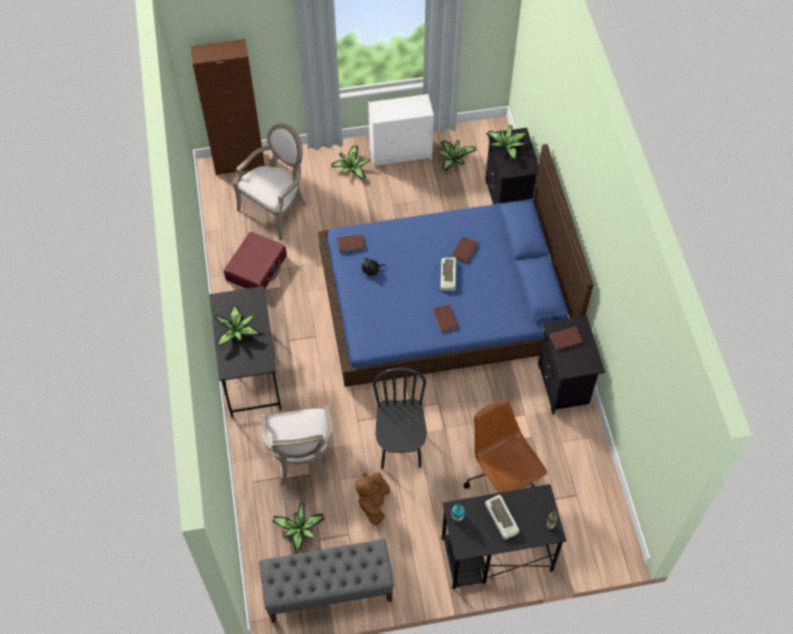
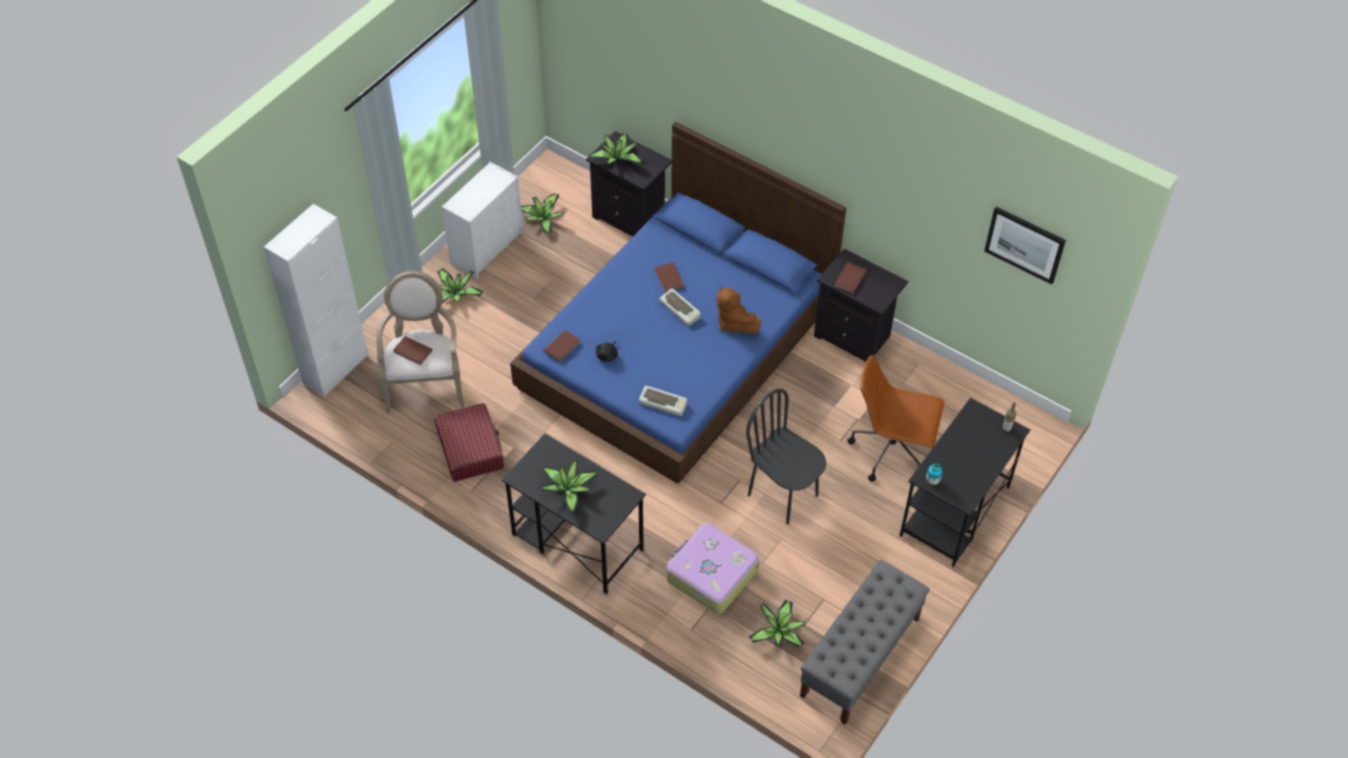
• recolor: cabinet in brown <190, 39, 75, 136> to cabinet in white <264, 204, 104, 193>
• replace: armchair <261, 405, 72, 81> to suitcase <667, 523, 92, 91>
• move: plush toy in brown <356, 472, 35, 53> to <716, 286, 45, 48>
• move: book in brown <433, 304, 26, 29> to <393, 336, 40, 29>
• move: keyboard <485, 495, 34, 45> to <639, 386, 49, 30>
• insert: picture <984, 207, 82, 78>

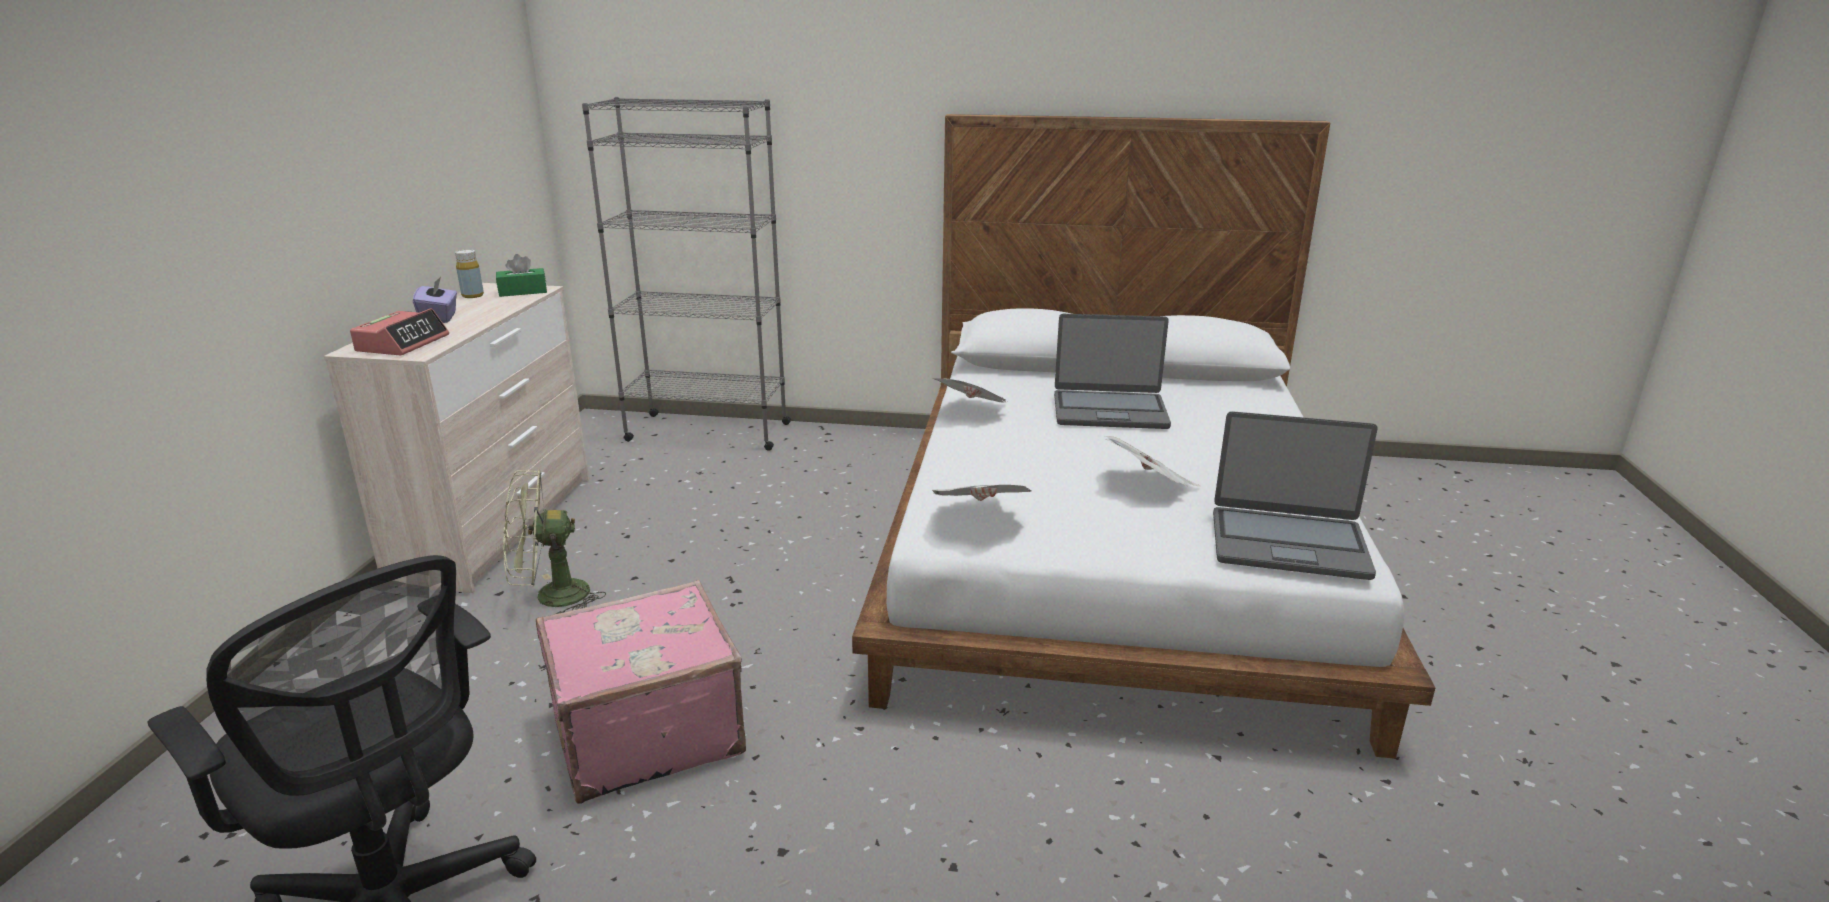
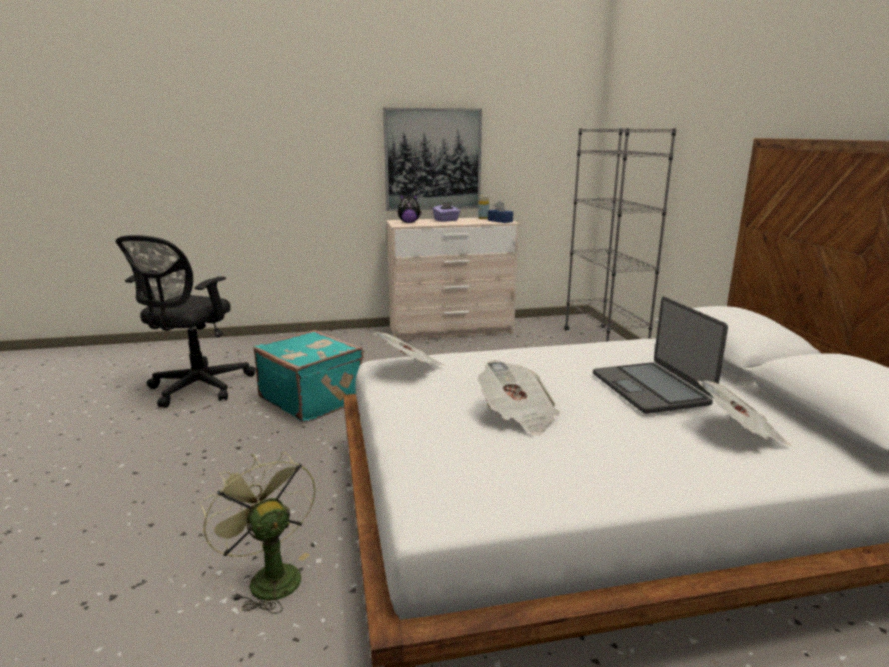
• replace: alarm clock <350, 308, 99, 47> to plush toy <398, 194, 24, 29>
• recolor: tissue box in green <496, 254, 51, 43> to tissue box in blue <488, 201, 25, 22>
• move: fan in green <503, 470, 103, 144> to <200, 451, 116, 163>
• recolor: suitcase in pink <536, 580, 210, 224> to suitcase in turquoise <253, 330, 111, 92>
• move: newspaper <935, 378, 72, 24> to <697, 380, 94, 65>
• delete: laptop <1213, 411, 165, 169>
• insert: picture <383, 108, 99, 103>

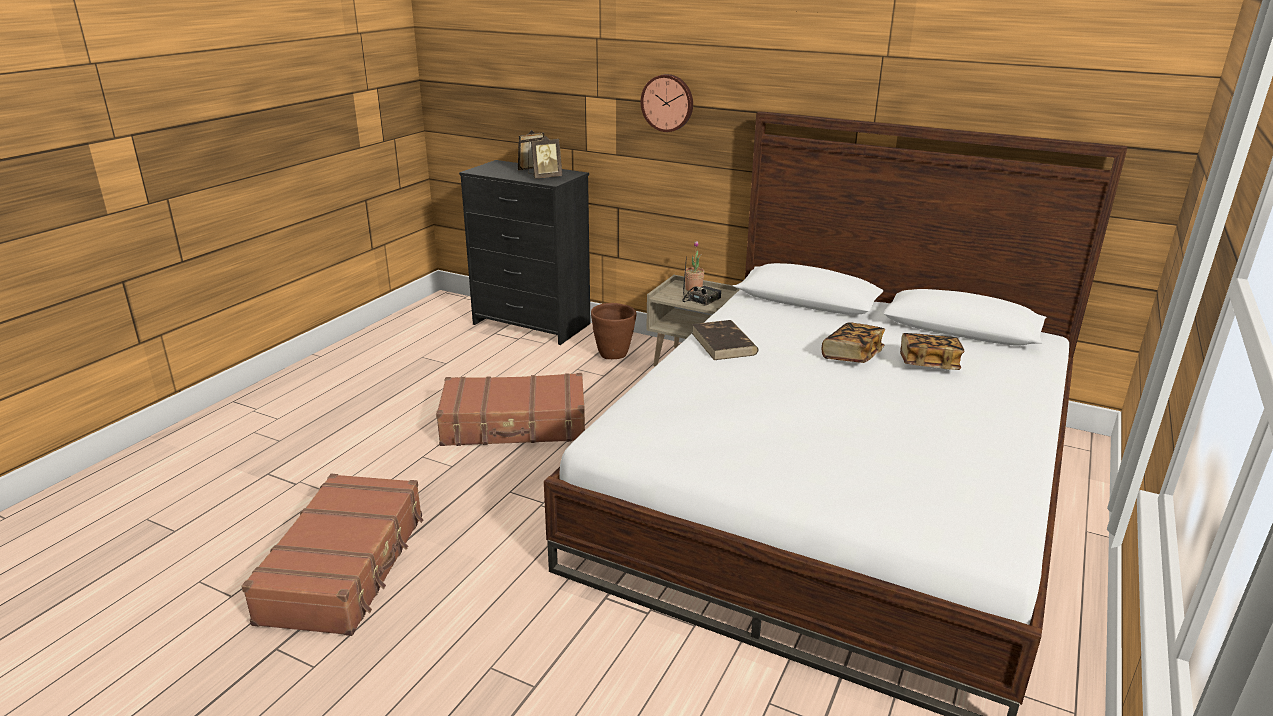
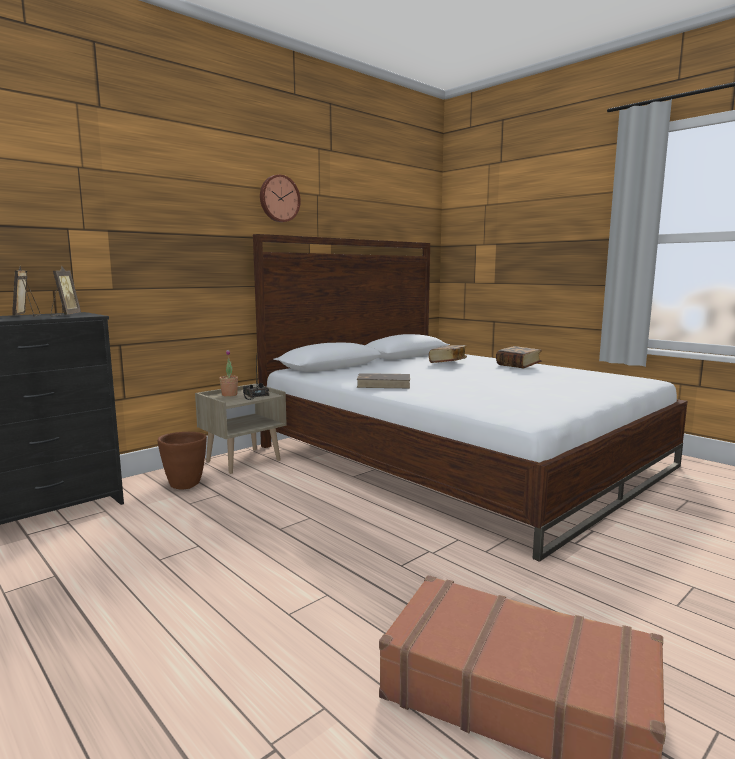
• delete: suitcase in brown <436, 373, 149, 73>
• move: wall clock <641, 74, 52, 58> to <260, 175, 41, 47>
• move: book <822, 322, 63, 41> to <496, 346, 46, 22>

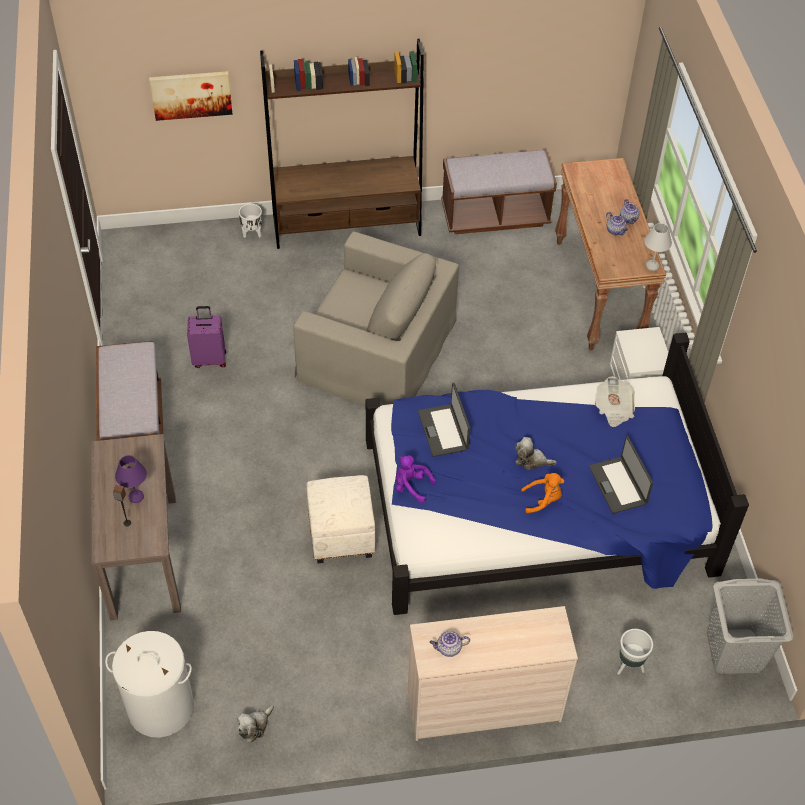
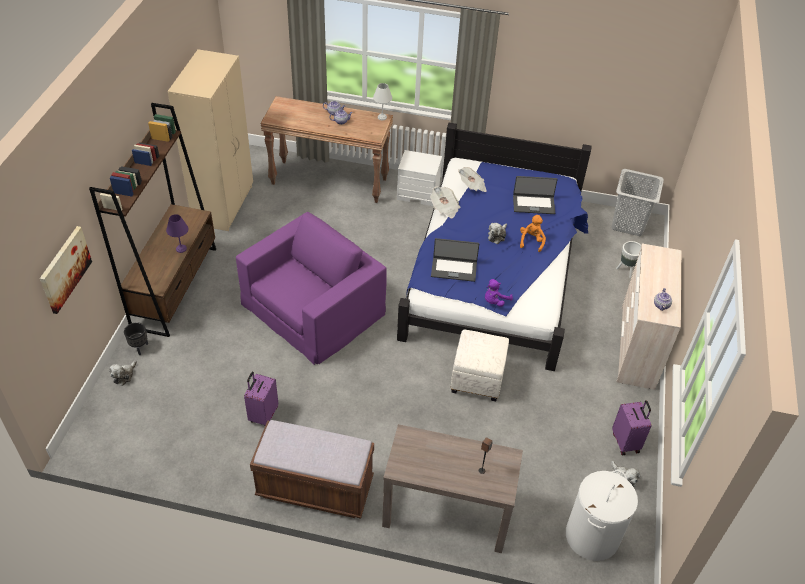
• move: table lamp in purple <115, 455, 32, 48> to <166, 214, 22, 39>
• recolor: planter in white <239, 204, 23, 34> to planter in black <124, 322, 24, 33>
• recolor: armchair in beige <293, 231, 166, 175> to armchair in purple <236, 212, 151, 153>
• replace: bench in brown <441, 150, 116, 84> to wardrobe in beige <168, 49, 85, 182>
• insert: plush toy <109, 360, 28, 26>
• insert: newspaper <430, 186, 30, 32>
• insert: suitcase in purple <612, 400, 39, 55>

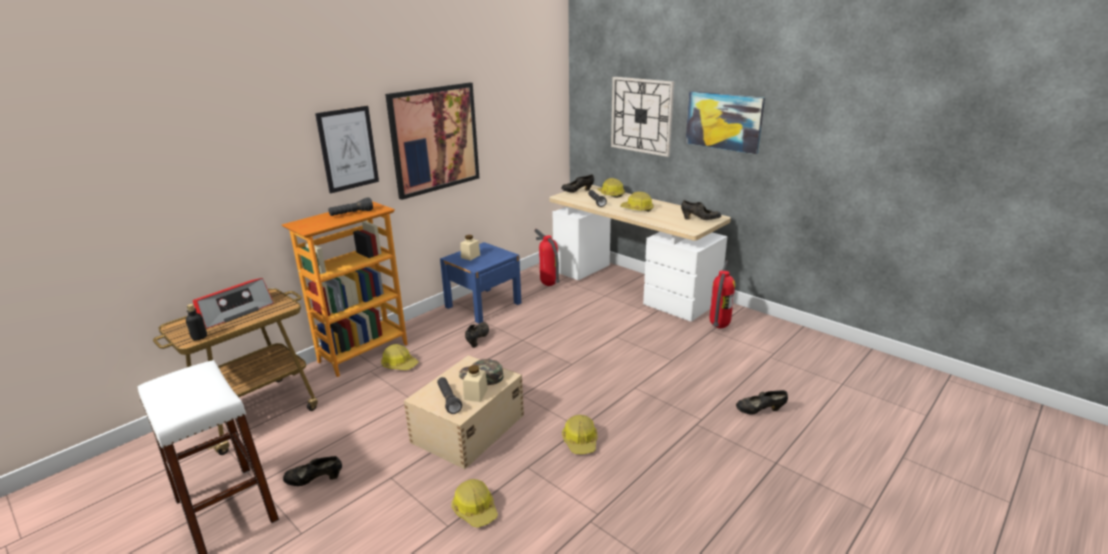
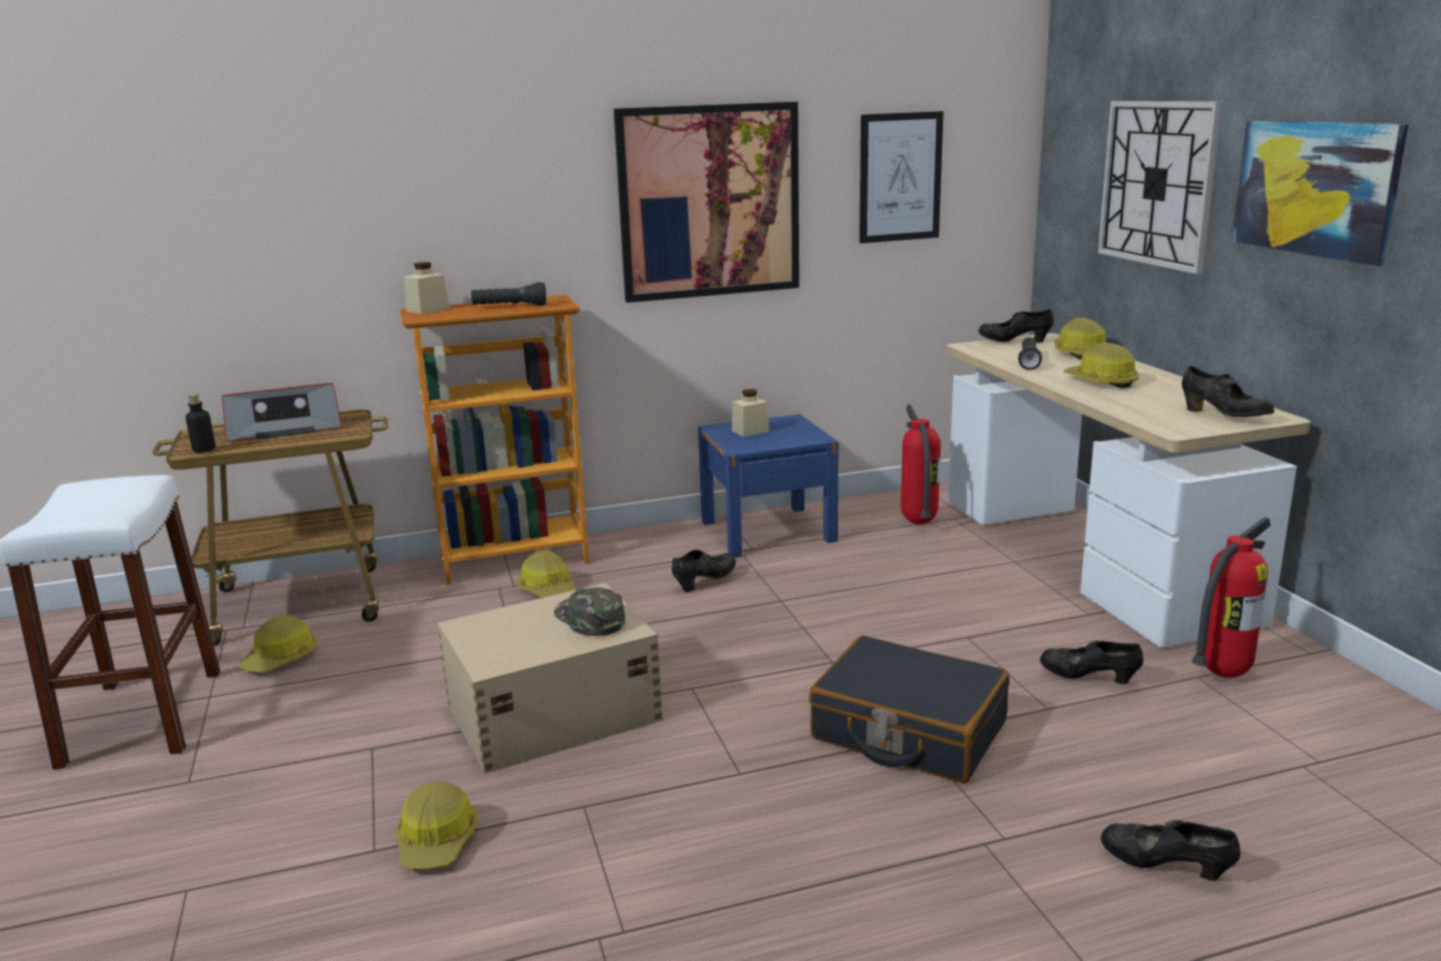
• move: shoe in black <283, 456, 59, 30> to <1040, 641, 103, 43>
• move: picture <315, 106, 64, 88> to <859, 111, 84, 132>
• delete: flashlight in black <437, 377, 25, 37>
• move: jar in beige <463, 365, 25, 37> to <404, 262, 46, 52>
• move: hard hat <562, 415, 36, 39> to <239, 615, 77, 58>
• insert: suitcase in black <809, 635, 201, 148>

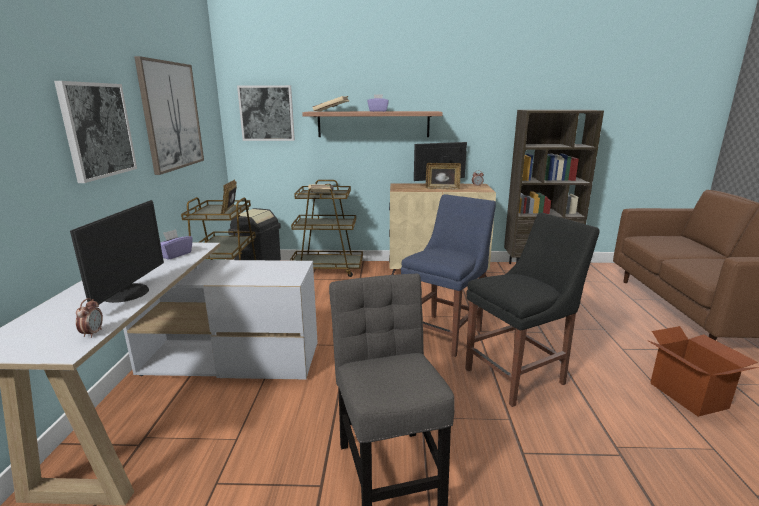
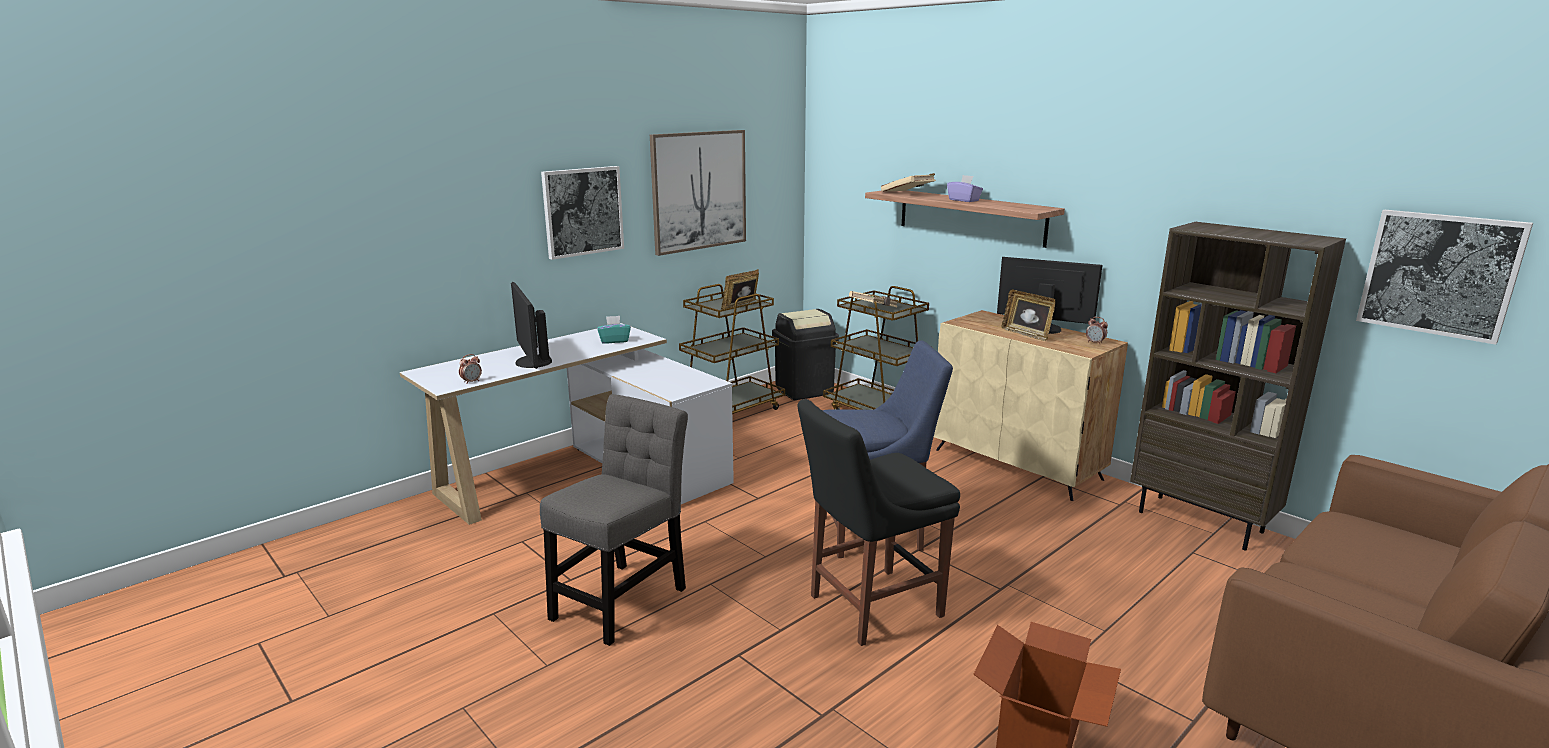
• rotate: monitor <70, 200, 94, 104> = <511, 282, 41, 87> 105 degrees clockwise
• recolor: tissue box in purple <160, 229, 33, 31> to tissue box in turquoise <597, 316, 34, 28>
• move: picture <237, 85, 58, 56> to <1356, 210, 177, 135>
• rotate: chair in black <465, 213, 135, 194> = <798, 399, 162, 247> 135 degrees clockwise

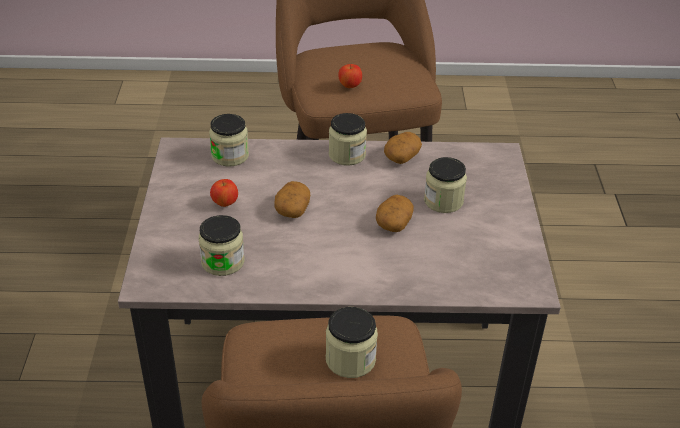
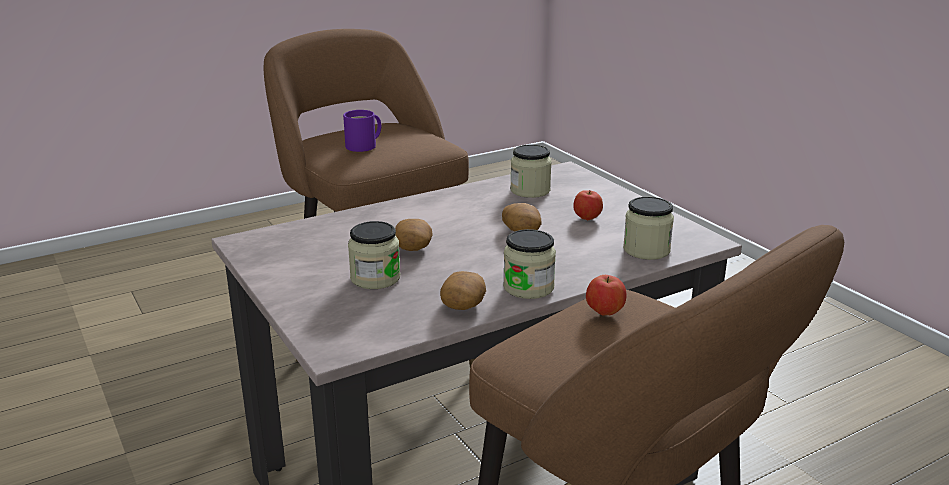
• replace: jar <326, 307, 52, 71> to mug in purple <343, 110, 38, 42>

